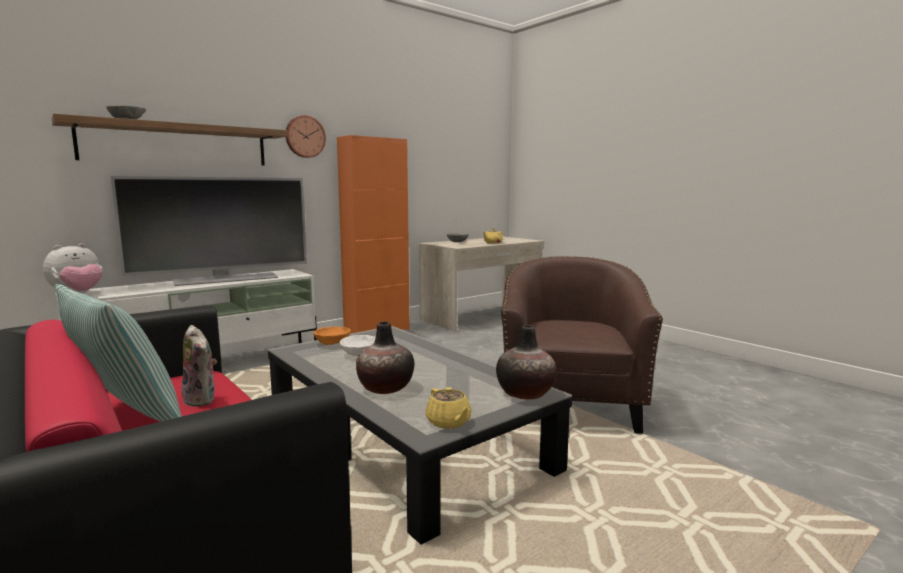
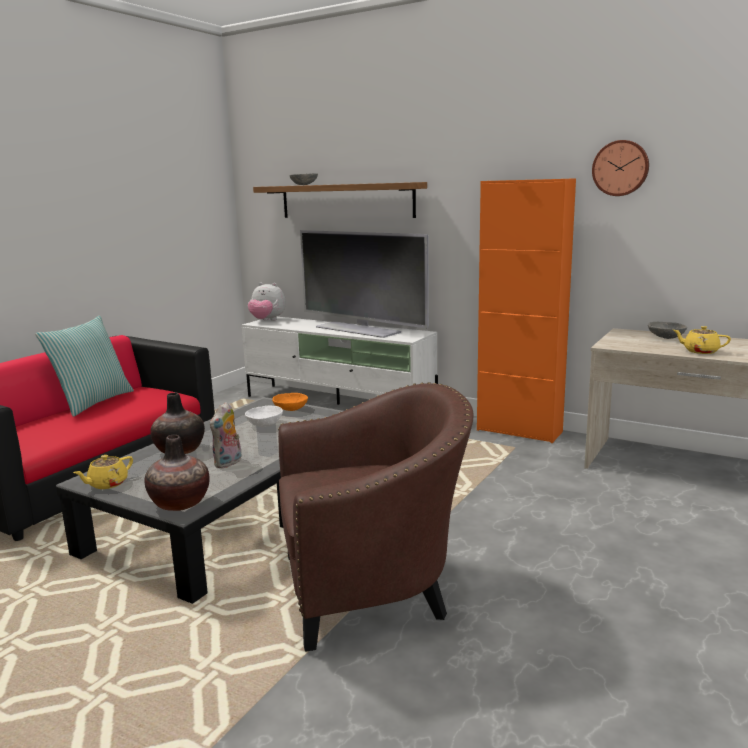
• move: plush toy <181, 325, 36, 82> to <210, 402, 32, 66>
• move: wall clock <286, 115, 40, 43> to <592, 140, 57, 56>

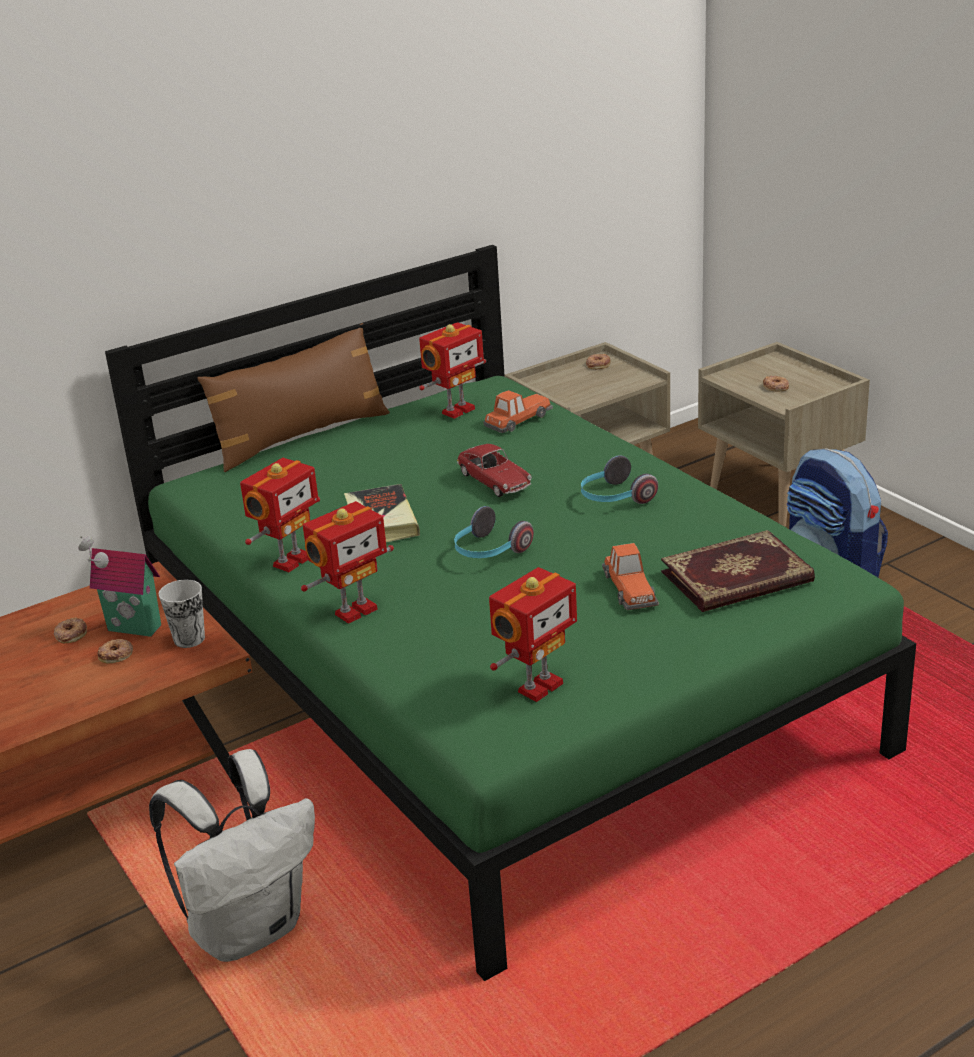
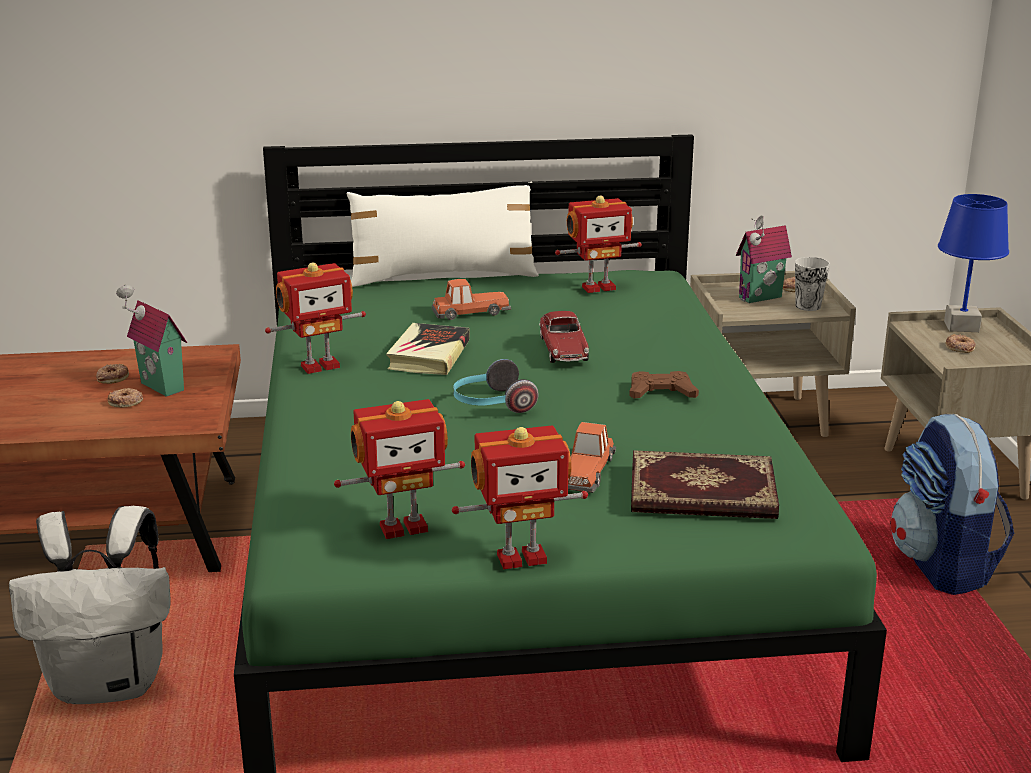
• move: cup <159, 580, 46, 68> to <795, 257, 35, 54>
• recolor: pillow in brown <198, 323, 192, 149> to pillow in white <346, 181, 193, 106>
• move: toy robot <301, 501, 93, 123> to <452, 425, 136, 144>
• move: toy car <483, 390, 70, 43> to <432, 279, 79, 41>
• replace: headphones <581, 455, 77, 49> to game controller in brown <629, 371, 70, 28>
• insert: toy house <735, 216, 57, 87>
• insert: table lamp in blue <938, 194, 71, 138>

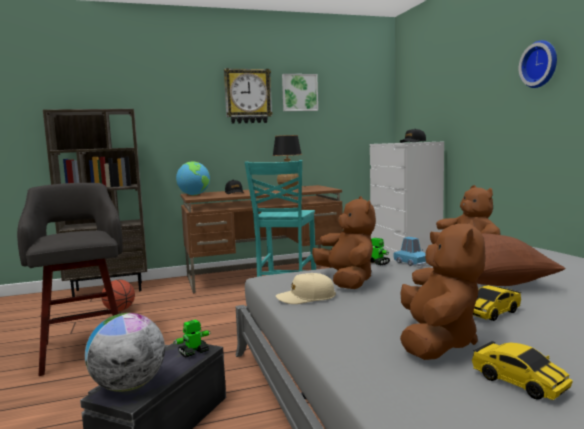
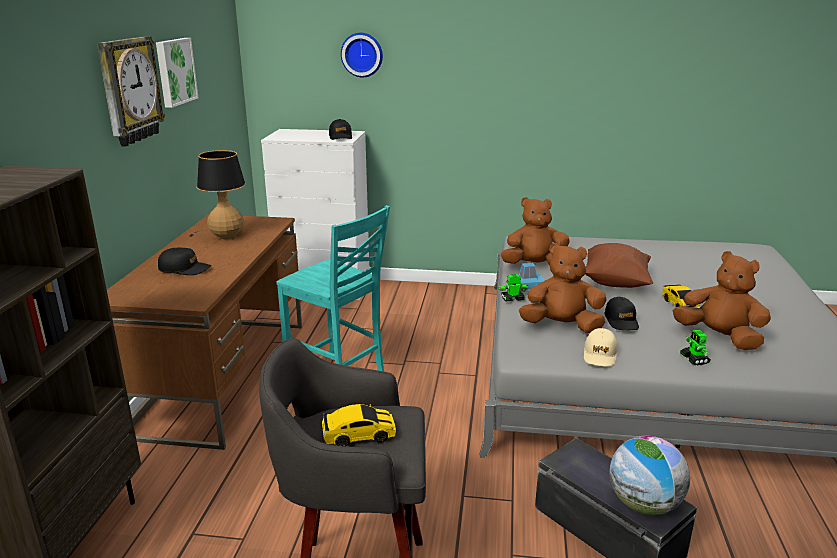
• delete: basketball <101, 280, 34, 31>
• move: toy robot <173, 319, 38, 38> to <680, 330, 31, 35>
• delete: globe <176, 161, 34, 34>
• move: toy car <472, 341, 101, 59> to <322, 404, 74, 42>
• move: wall clock <519, 40, 38, 48> to <341, 33, 42, 44>
• insert: cap in black <605, 297, 34, 33>

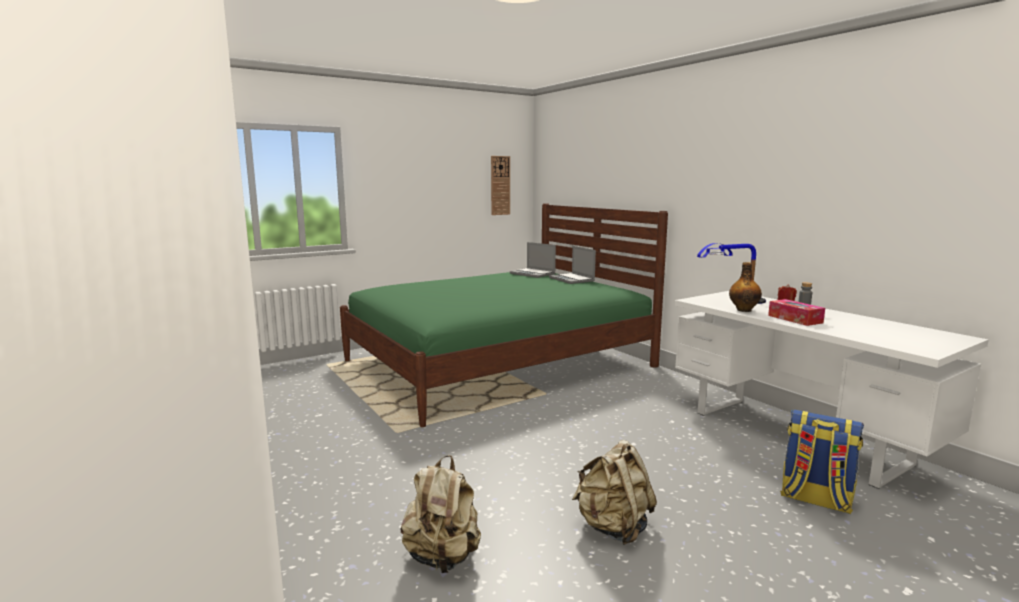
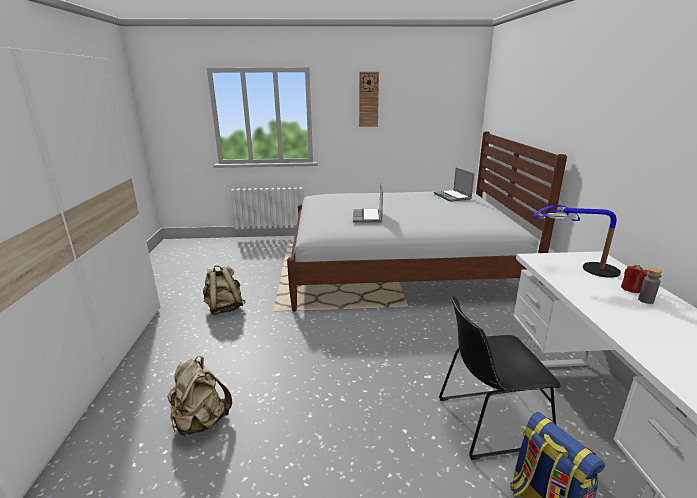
• recolor: bed in green <340, 203, 328, 224> to bed in white <287, 131, 280, 181>
• move: wall clock <491, 156, 19, 59> to <359, 72, 20, 55>
• move: laptop <549, 246, 47, 38> to <353, 183, 30, 40>
• move: backpack in beige <572, 440, 85, 105> to <203, 265, 42, 50>
• delete: bottle <729, 262, 33, 50>
• delete: tissue box <768, 299, 57, 27>
• insert: chair in black <439, 295, 122, 165>

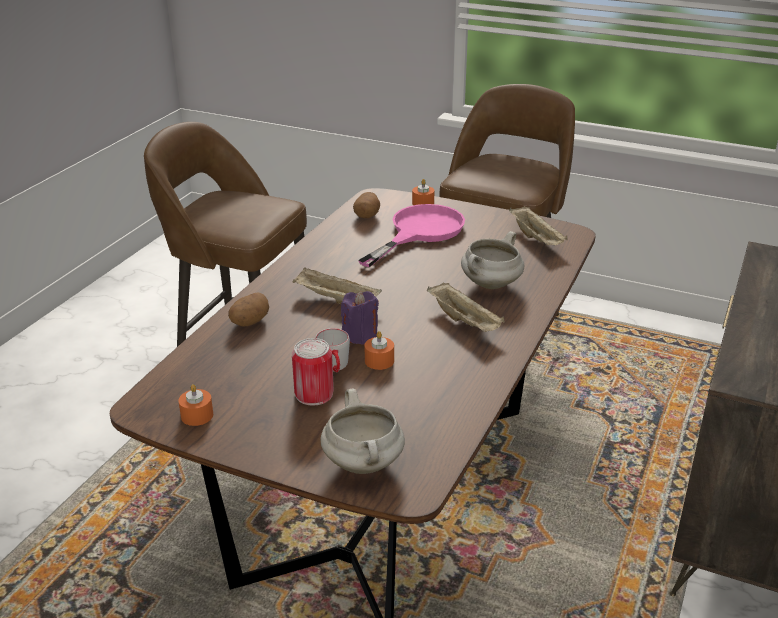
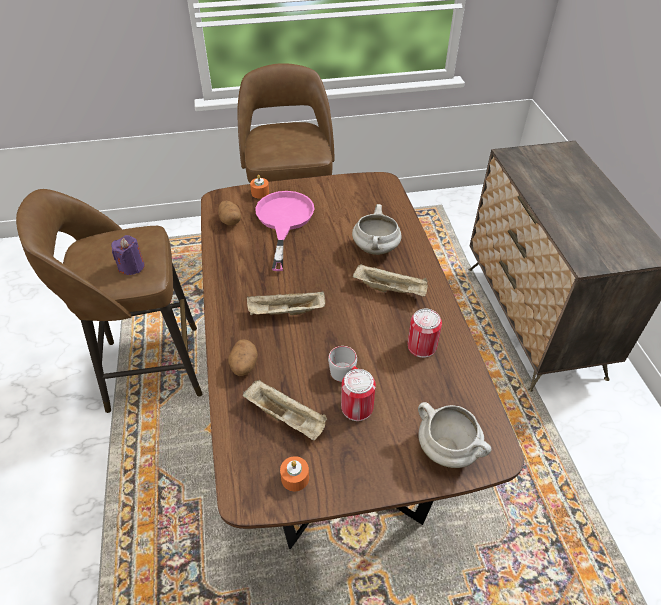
• move: candle in purple <341, 291, 38, 54> to <111, 235, 33, 40>
• delete: candle in orange <364, 331, 30, 39>
• move: tray in beige <509, 206, 59, 39> to <243, 380, 84, 60>
• insert: can <407, 309, 35, 49>

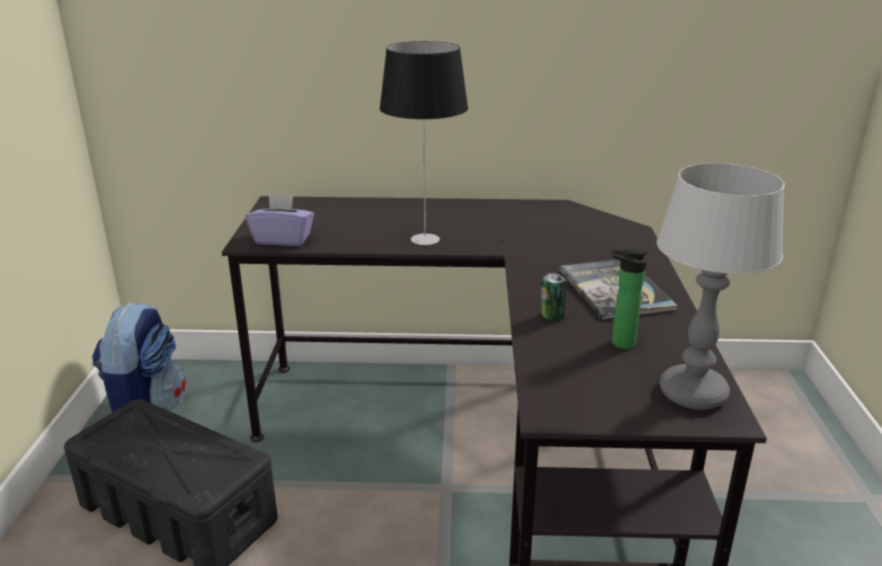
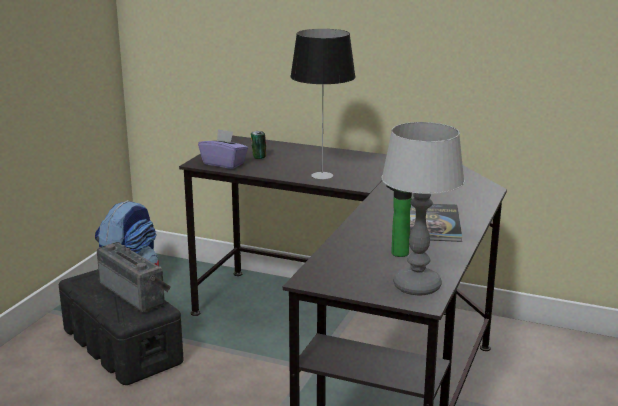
• move: can <541, 273, 26, 49> to <251, 131, 15, 28>
• insert: radio <97, 242, 74, 70>

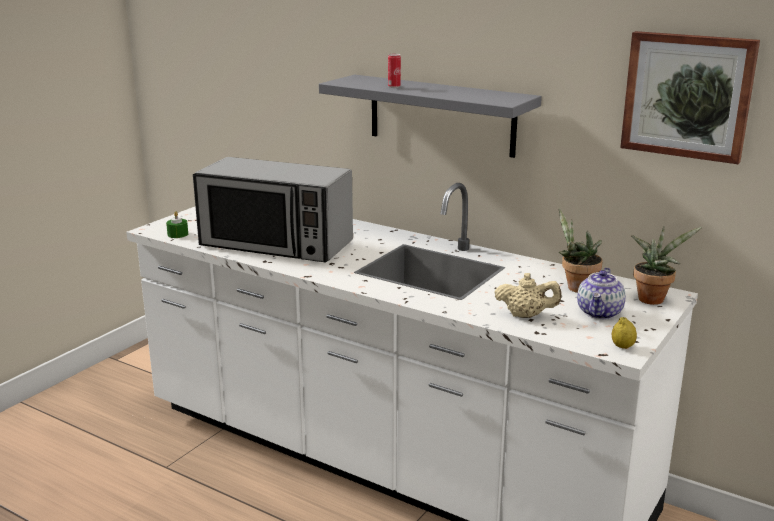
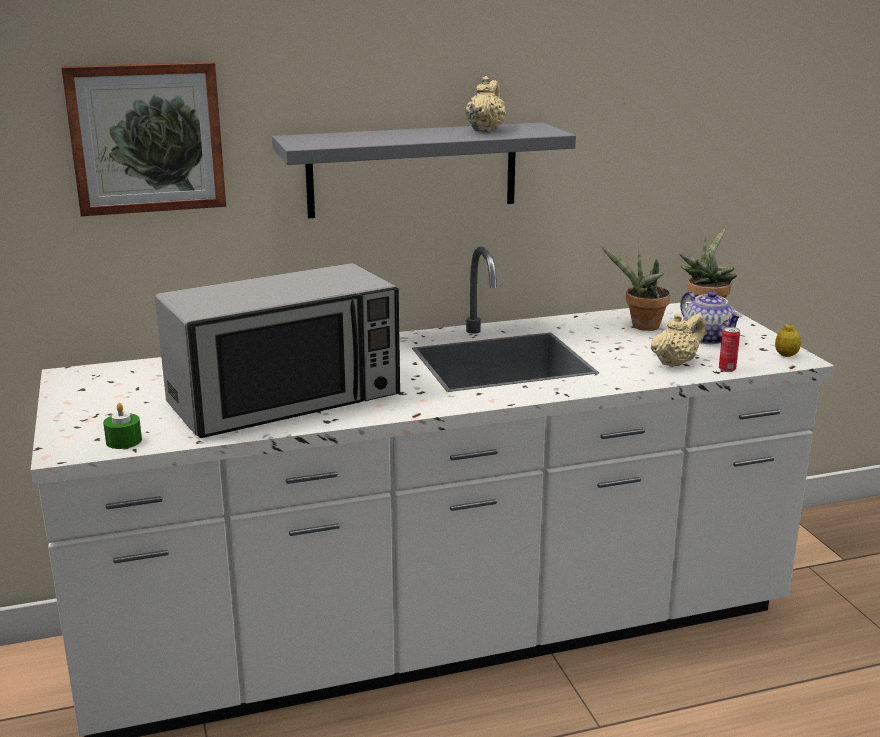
• move: can <388, 54, 13, 34> to <719, 327, 21, 45>
• move: picture <620, 31, 140, 133> to <61, 62, 165, 154>
• insert: teapot in beige <466, 76, 41, 56>

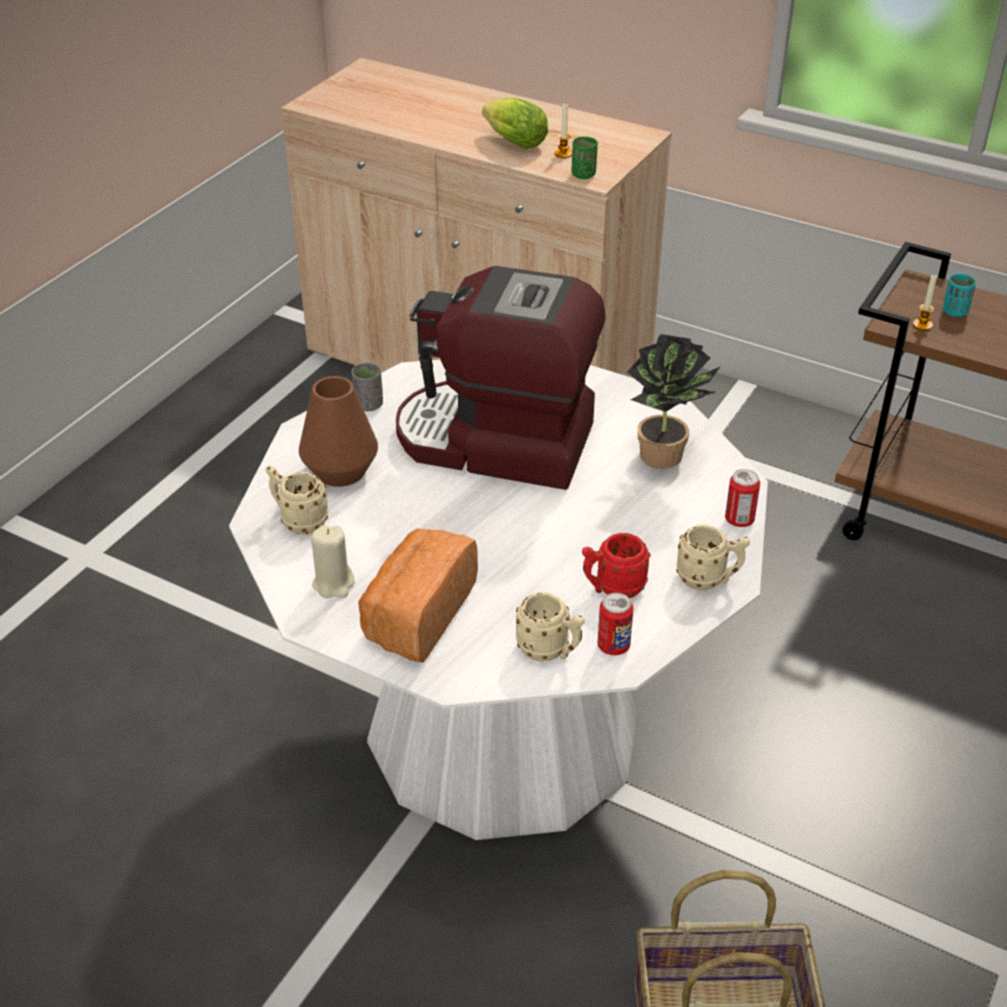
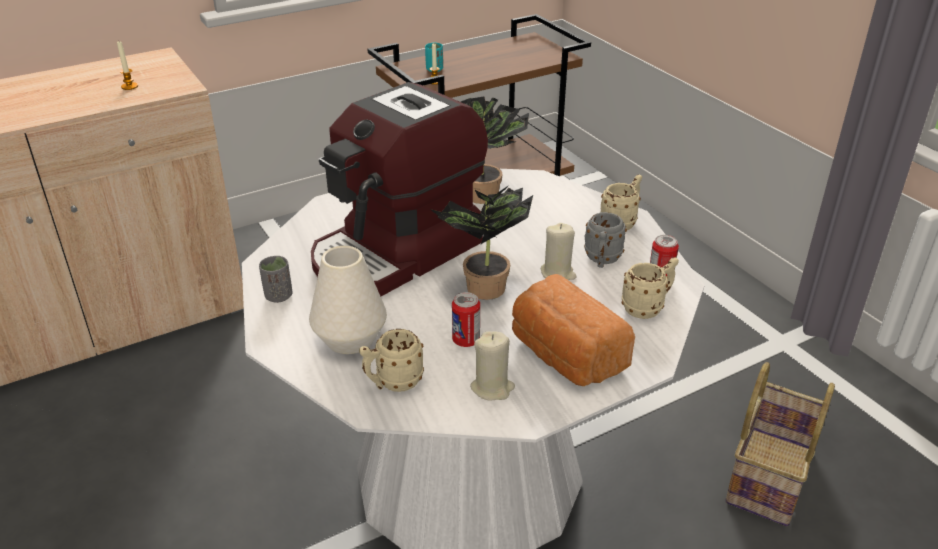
• recolor: vase in brown <299, 376, 79, 111> to vase in white <309, 246, 78, 108>
• delete: lettuce <482, 98, 66, 51>
• delete: cup in green <571, 136, 27, 43>
• recolor: mug in red <582, 533, 69, 65> to mug in grey <584, 212, 43, 56>
• move: can <725, 469, 35, 58> to <452, 292, 28, 55>
• insert: potted plant <430, 185, 103, 115>
• insert: candle in beige <541, 223, 36, 57>

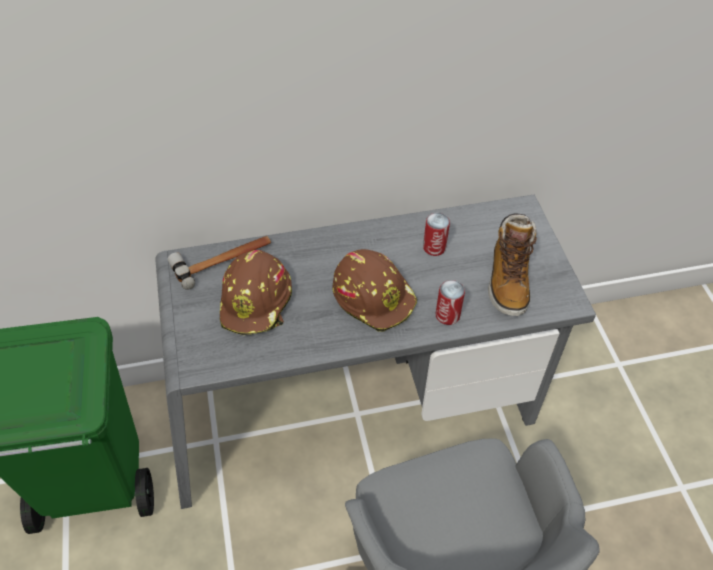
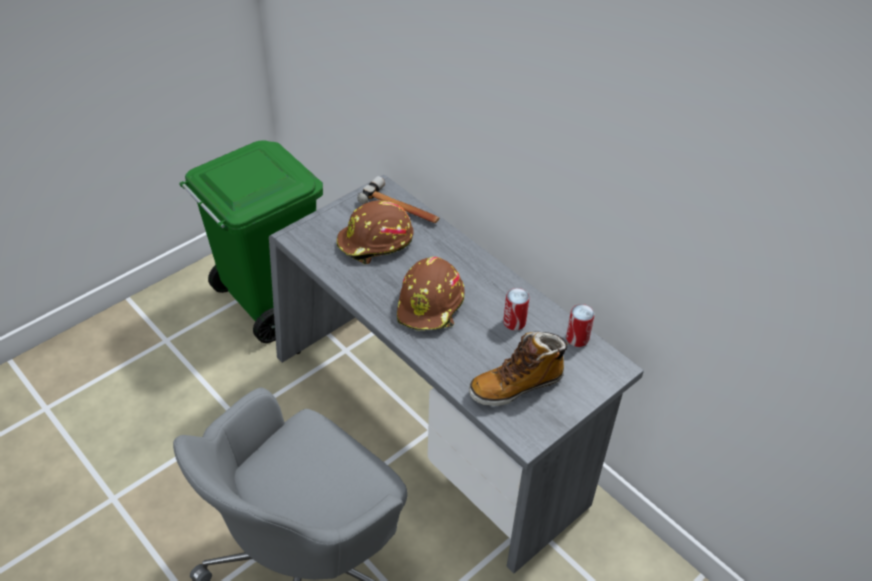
• move: can <436, 280, 29, 45> to <566, 304, 29, 43>

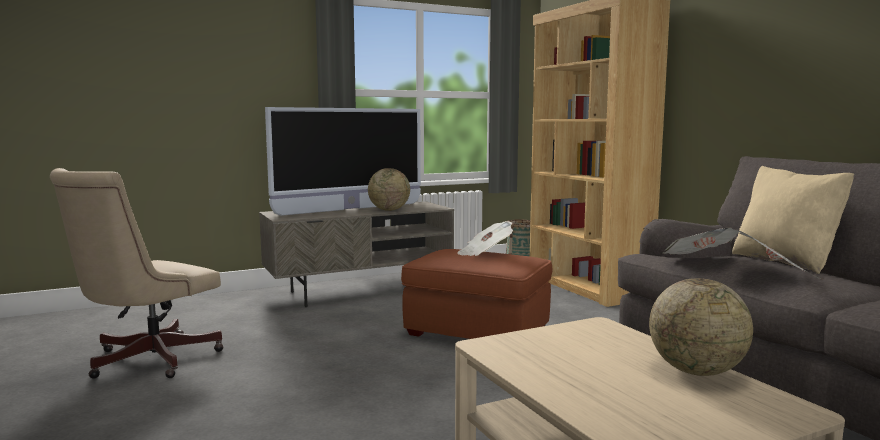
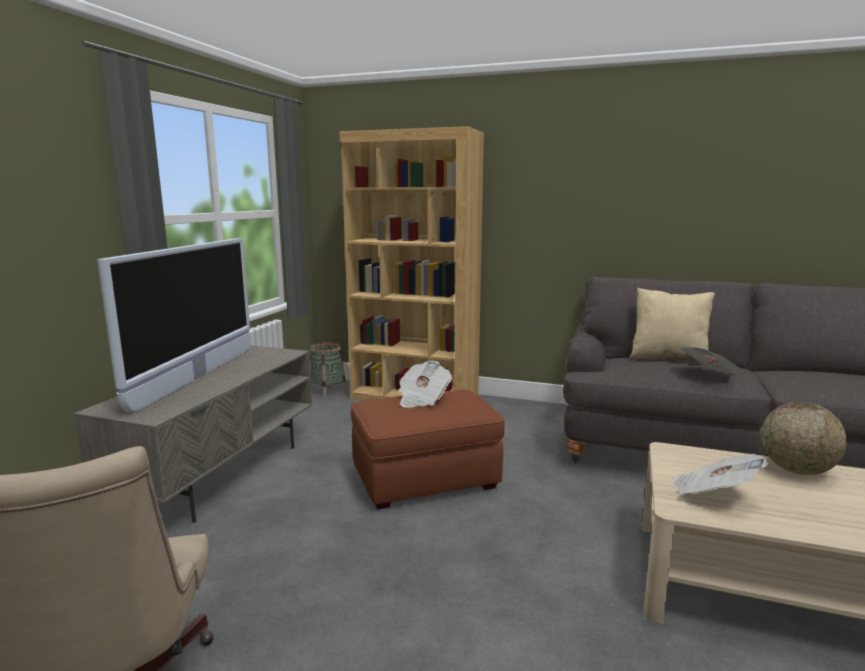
• delete: globe <368, 168, 42, 43>
• move: newspaper <663, 227, 76, 28> to <672, 454, 96, 41>

